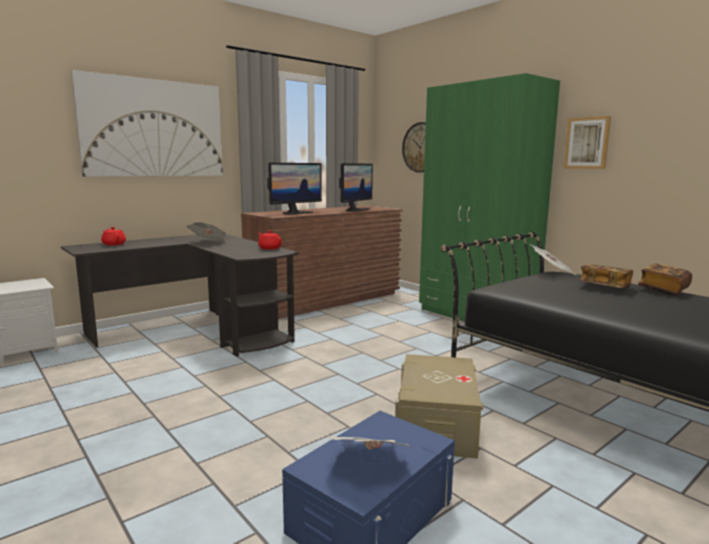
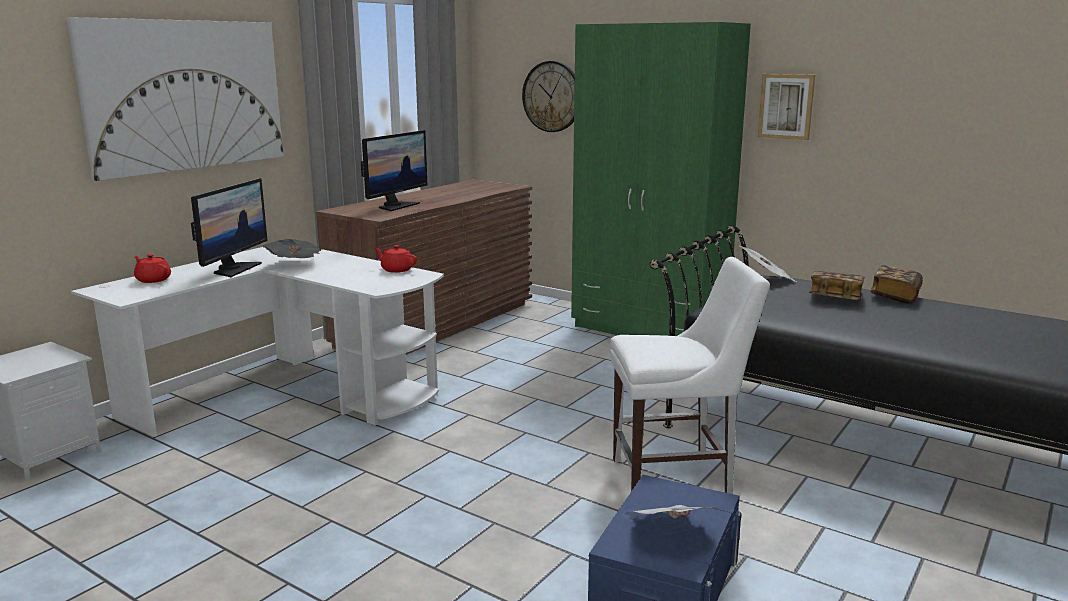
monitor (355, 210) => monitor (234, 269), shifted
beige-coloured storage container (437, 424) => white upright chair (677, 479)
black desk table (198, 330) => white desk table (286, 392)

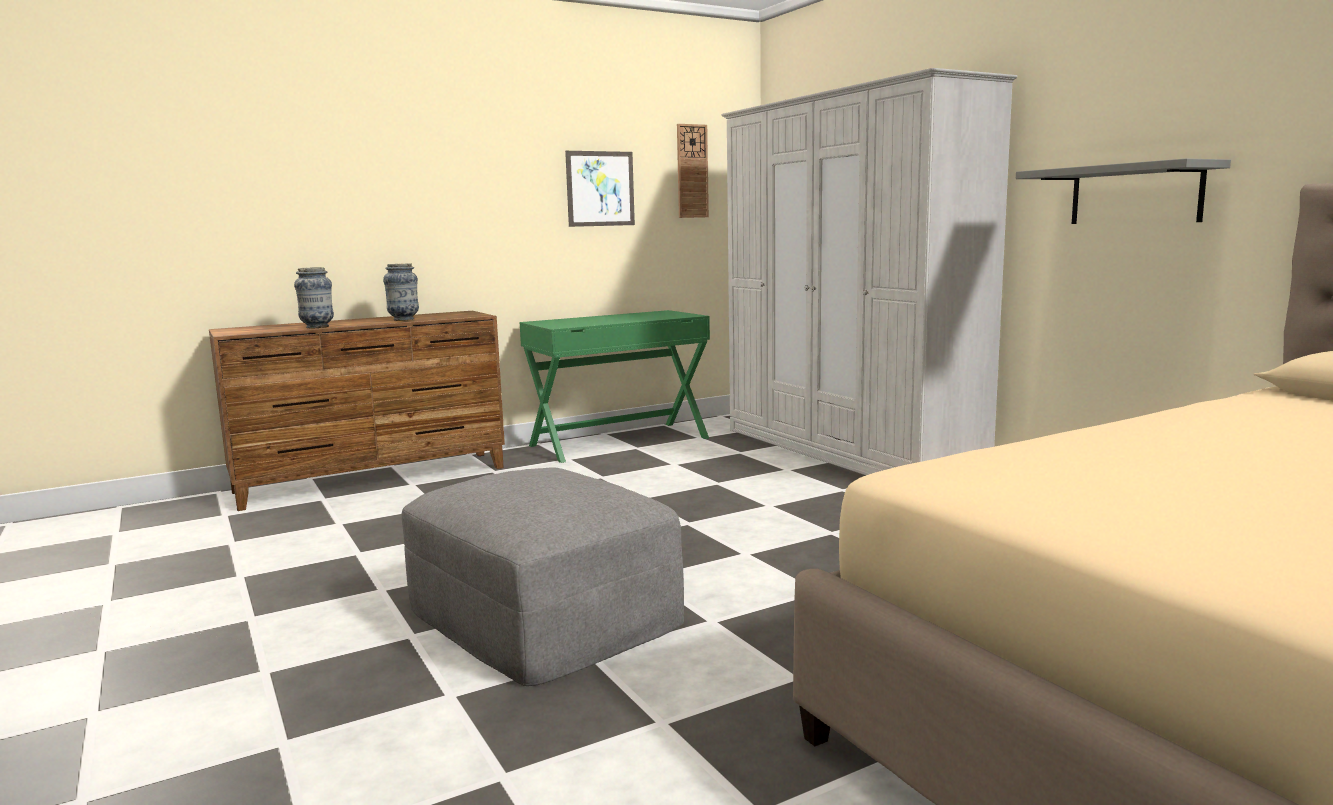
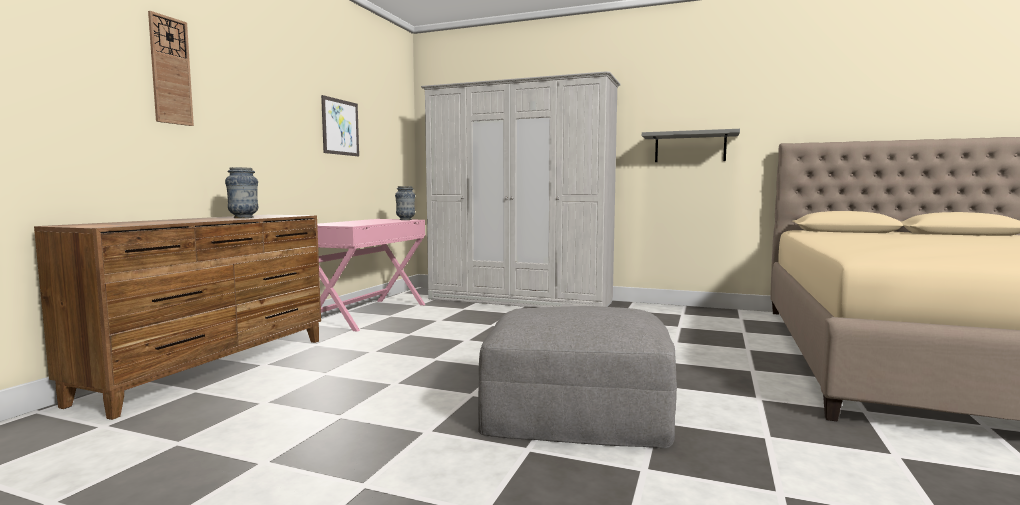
decorative vase (317, 327) => decorative vase (405, 219), shifted
clock on the wall (692, 171) => clock on the wall (170, 71), shifted
green desk table (619, 441) => pink desk table (368, 314)

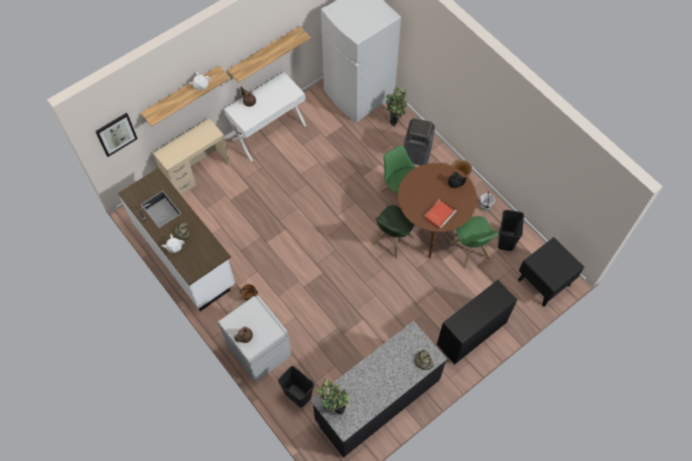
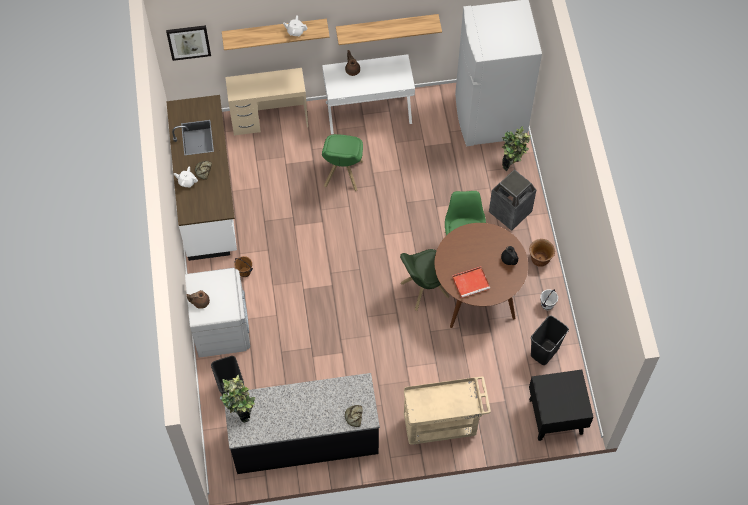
green upright chair (470, 250) => green upright chair (343, 174), shifted
black desk table (472, 333) => beige-coloured trolley (443, 426)

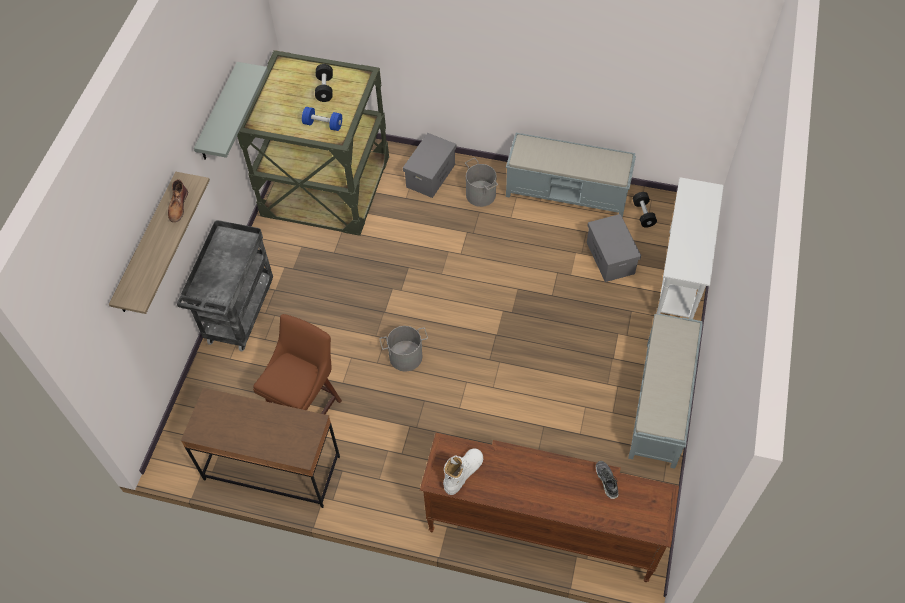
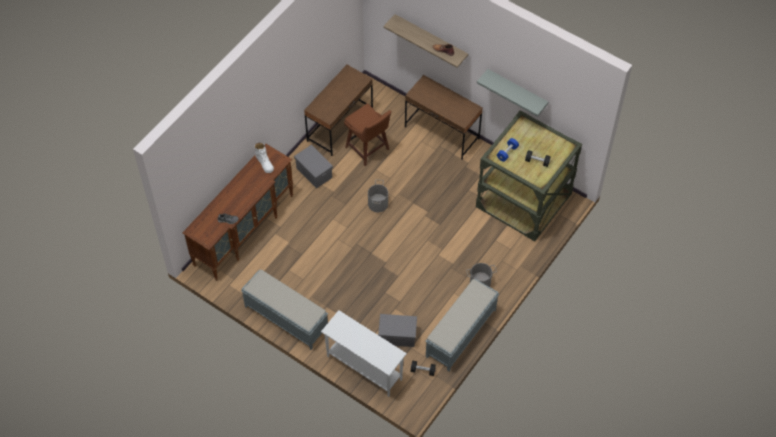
gray storage container (430, 175) => gray storage container (314, 173), shifted
black trolley (239, 317) => brown desk table (442, 133)

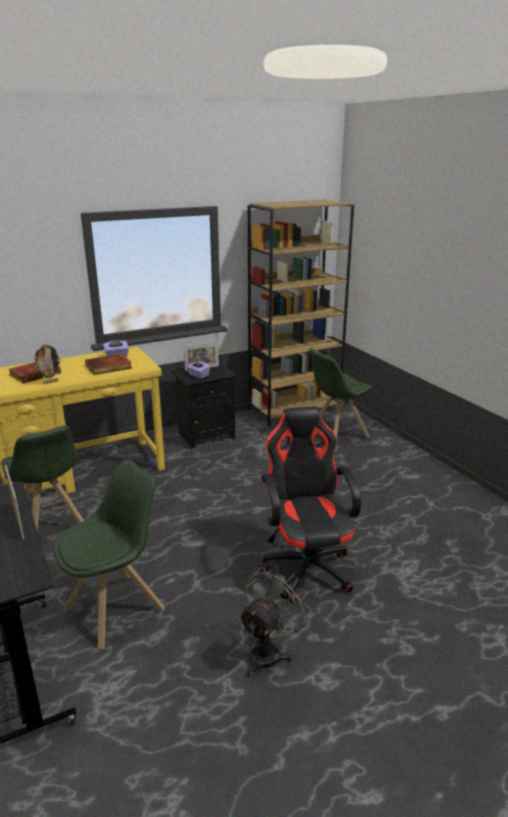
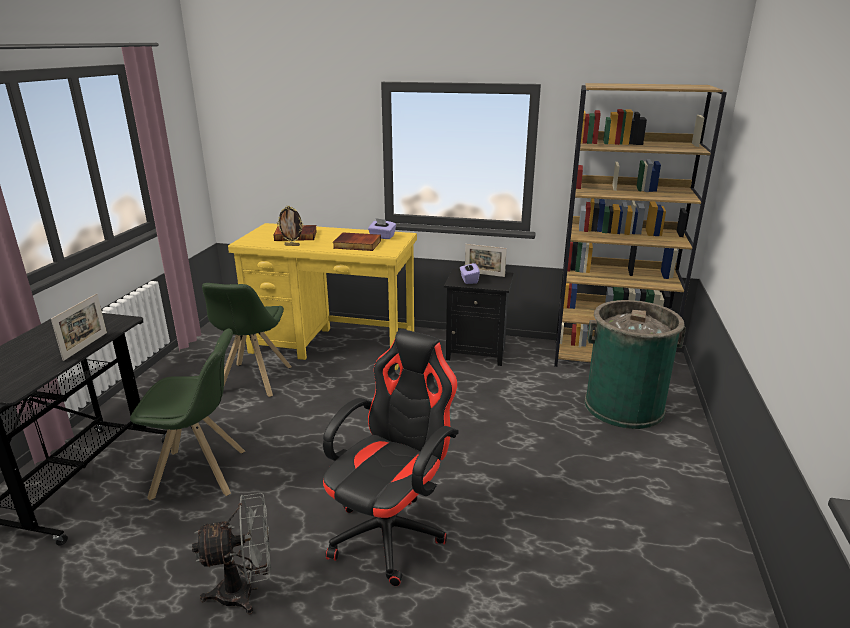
green upright chair (336, 435) => green trash can (623, 406)

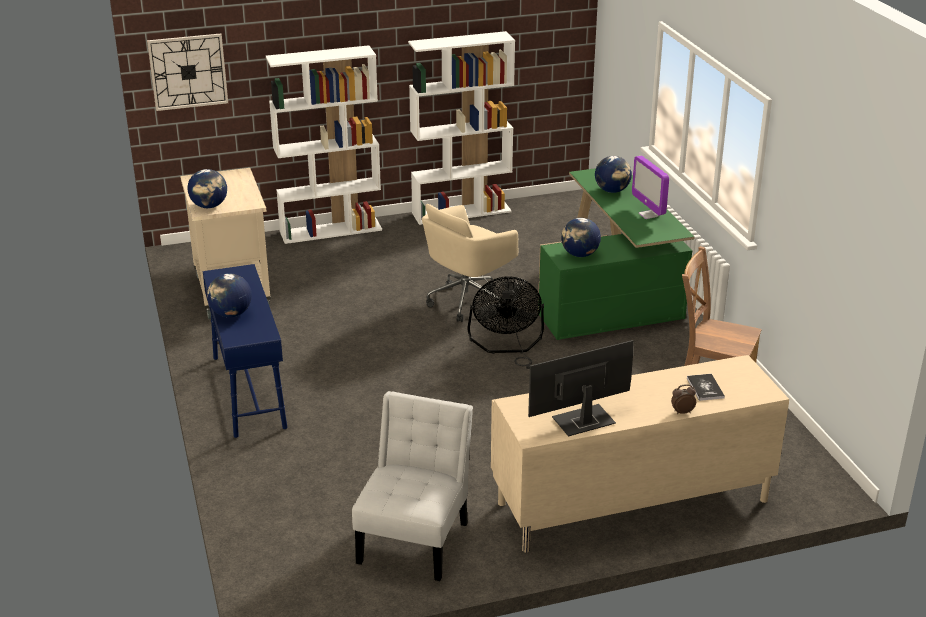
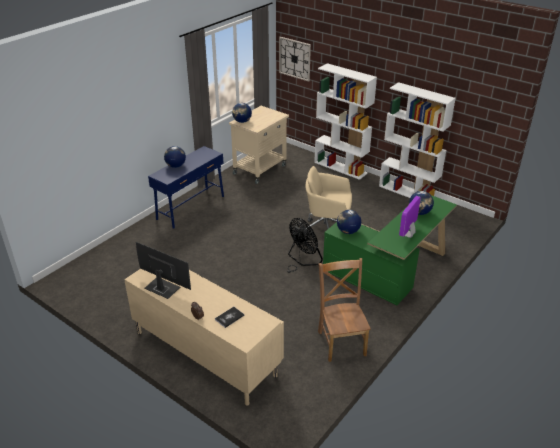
white upright chair (415, 538) => nothing

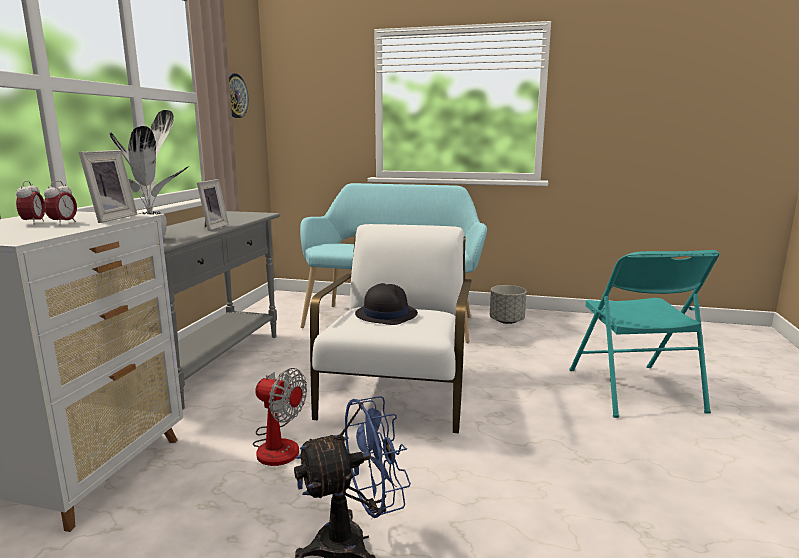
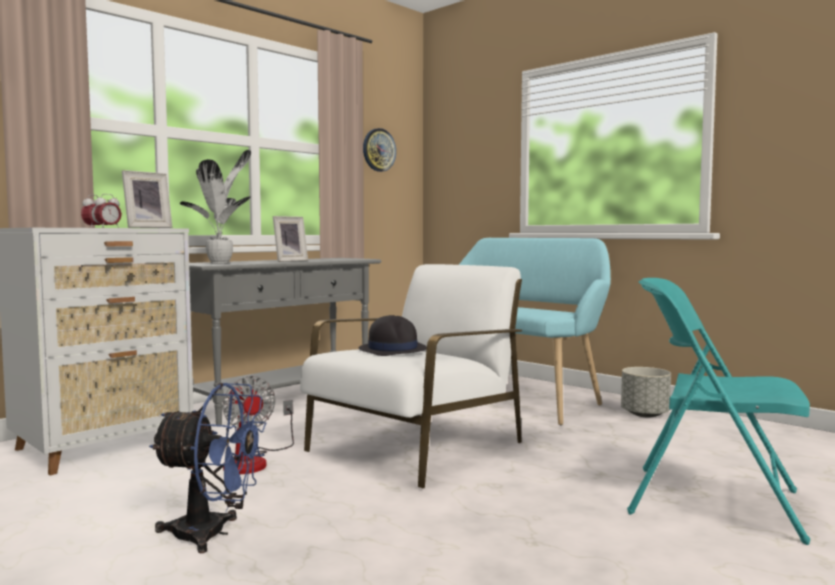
blue-green upright chair (633, 390) => blue-green upright chair (715, 502), 90 degrees clockwise

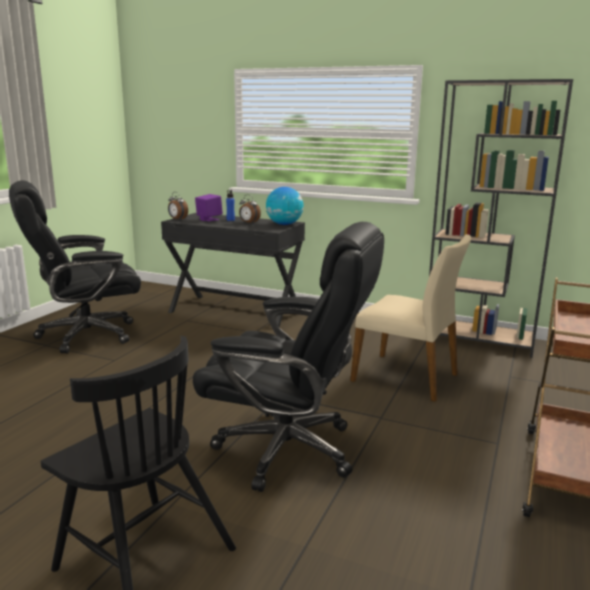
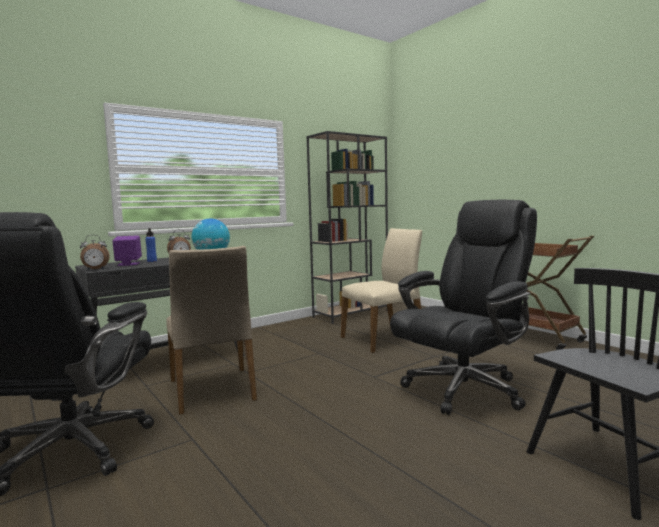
nothing => beige-coloured upright chair (213, 390)

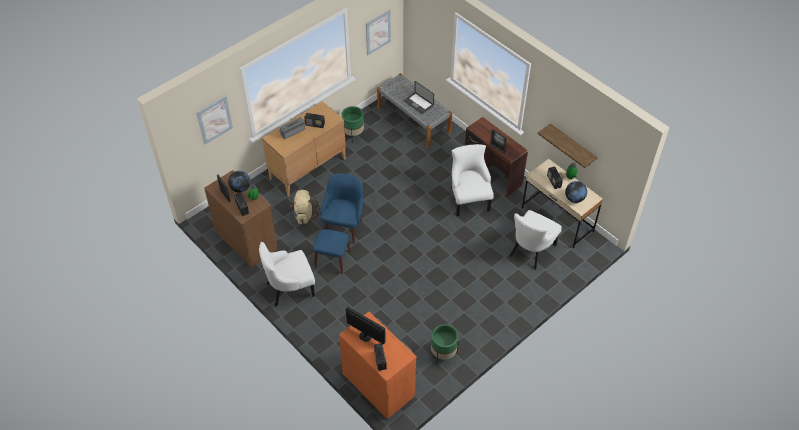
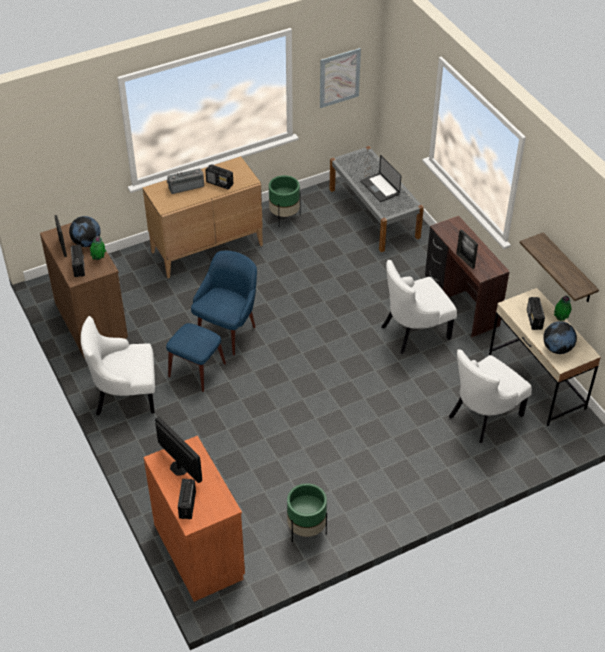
wall picture (214, 120) => nothing
beige-coloured rucksack (304, 215) => nothing
white upright chair (469, 200) => white upright chair (415, 331), 120 degrees counterclockwise

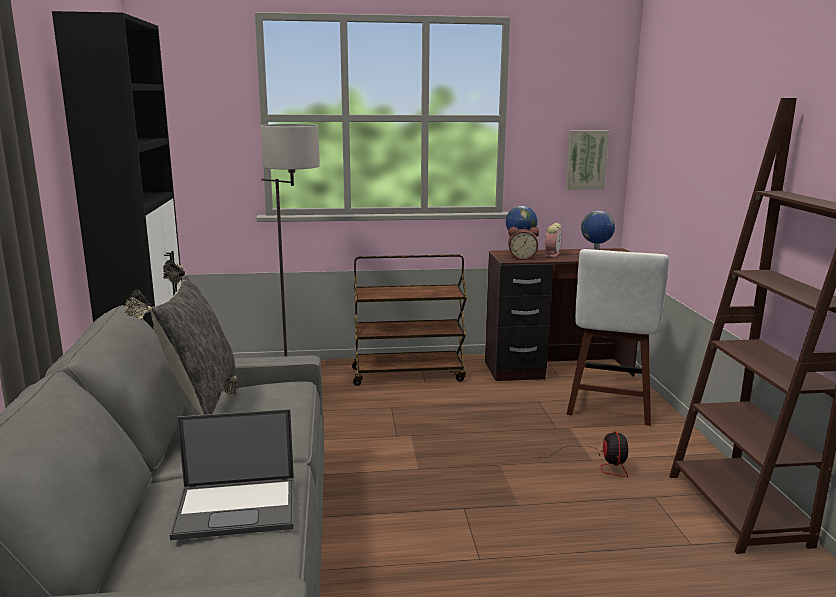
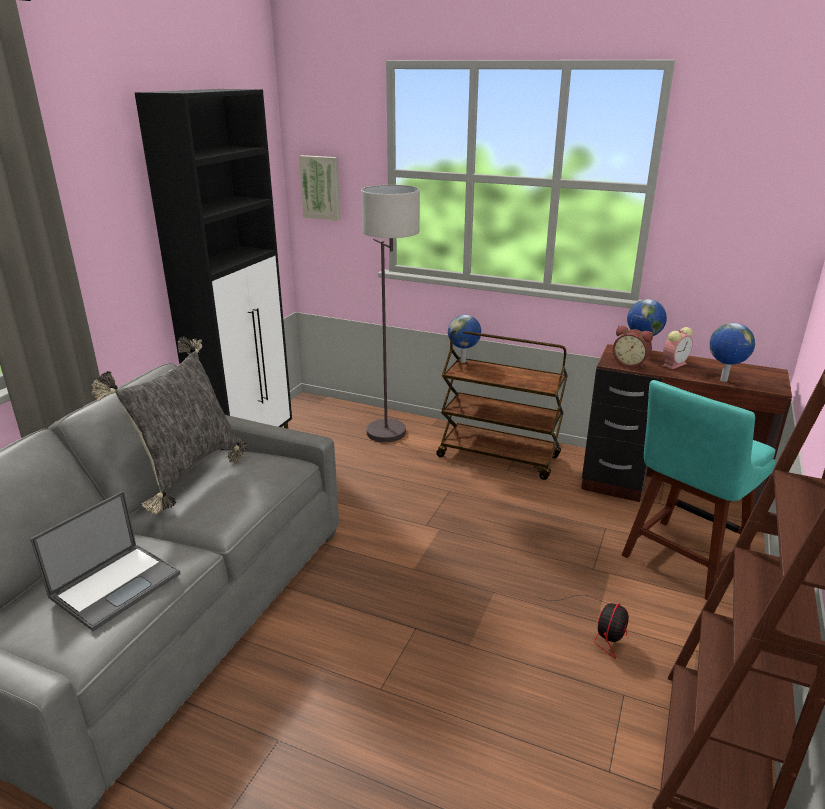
nothing => desk globe (464, 361)
wall picture (586, 159) => wall picture (321, 187), shifted
white upright chair (608, 407) => blue-green upright chair (681, 561)
notebook computer (238, 507) => notebook computer (116, 584), 75 degrees counterclockwise

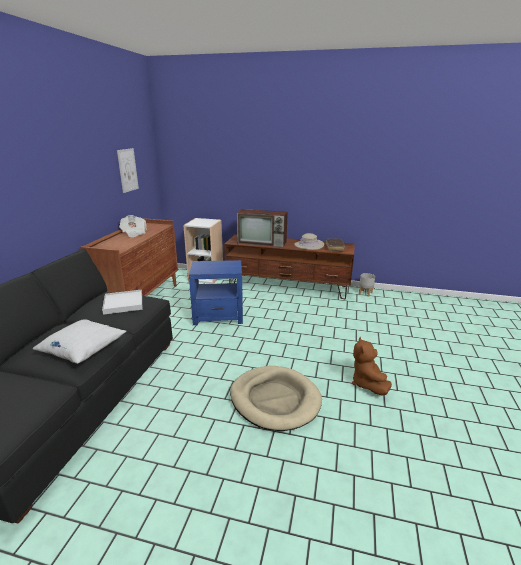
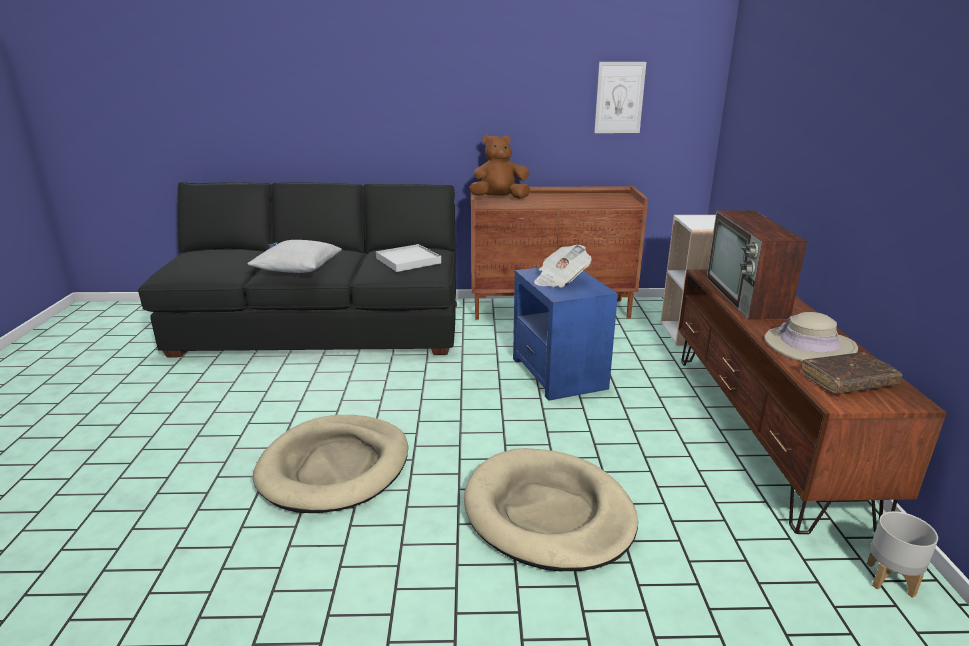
nothing => beige-coloured dog cushion (548, 513)
daily paper (134, 233) => daily paper (560, 280), shifted
brown plush toy (367, 384) => brown plush toy (499, 199), shifted

